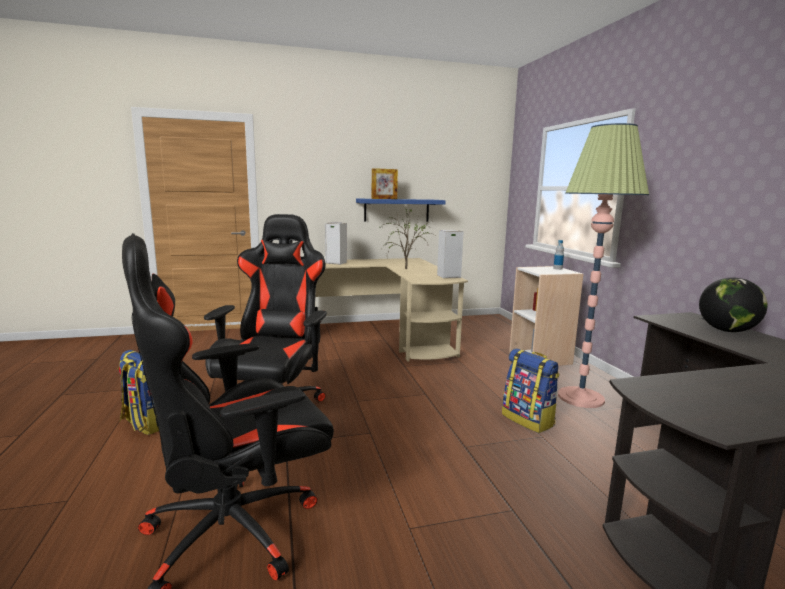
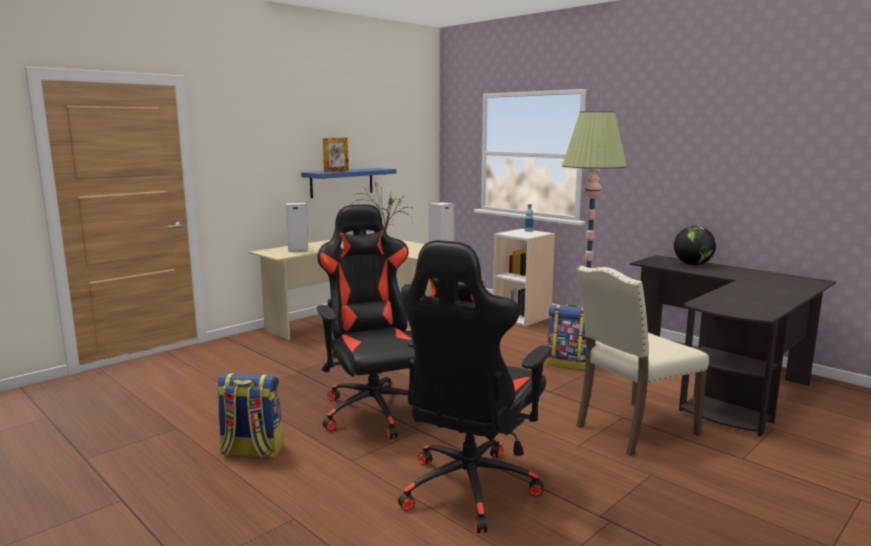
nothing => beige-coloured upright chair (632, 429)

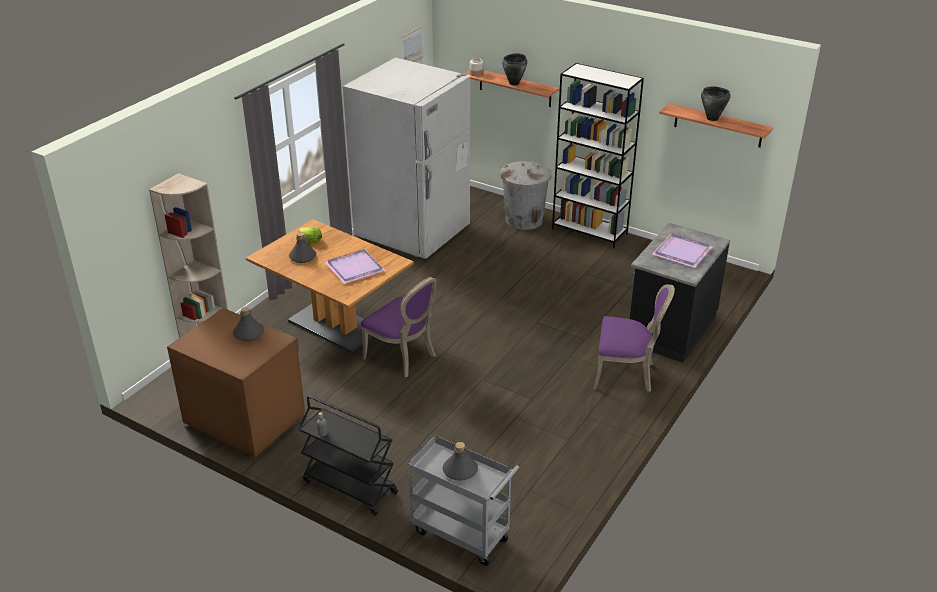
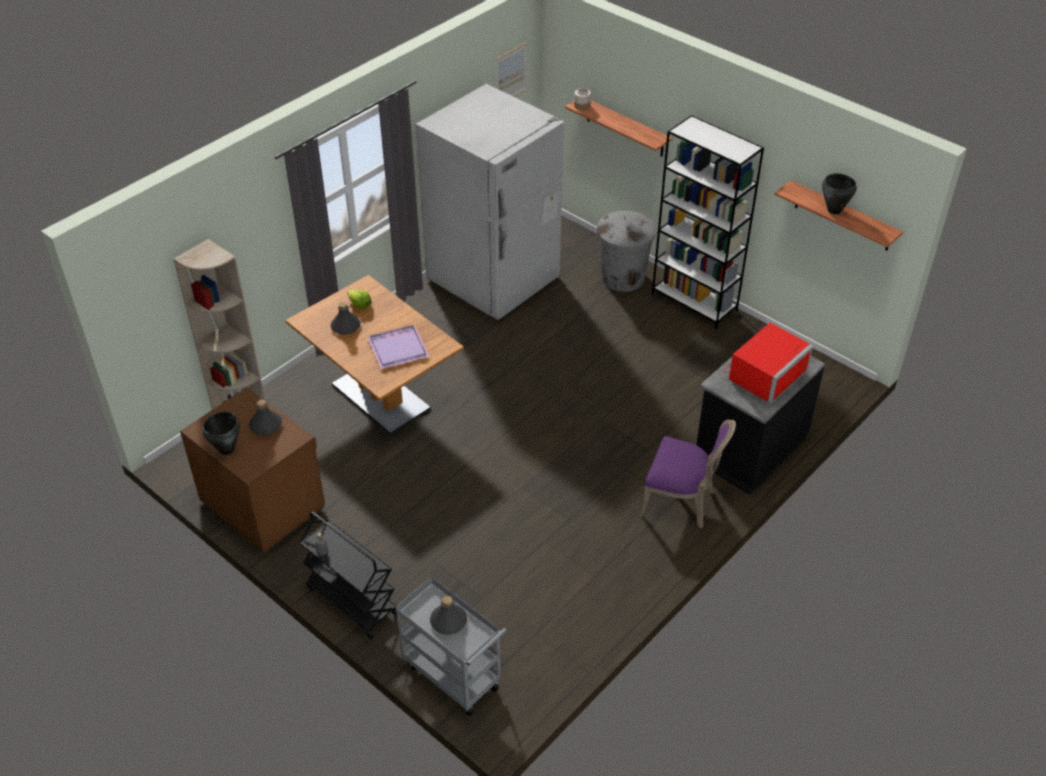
purplish upright chair (403, 357) => nothing
black saucepot (514, 83) => black saucepot (227, 449), shifted
purplish serving tray (681, 251) => red-coloured kitchen microwave (763, 374)

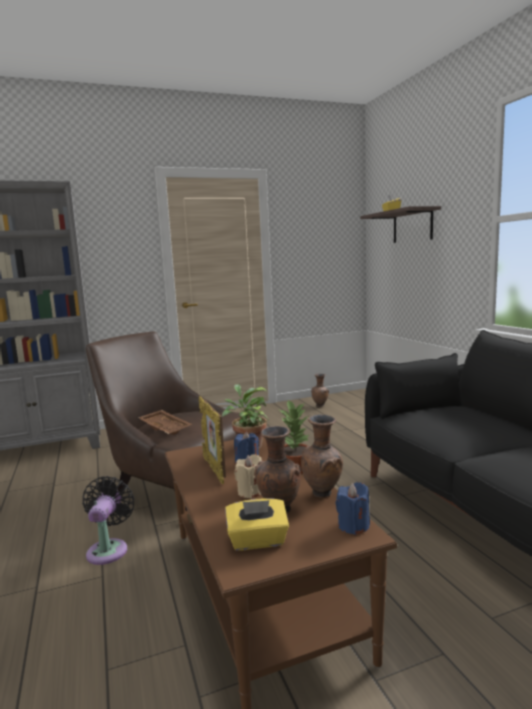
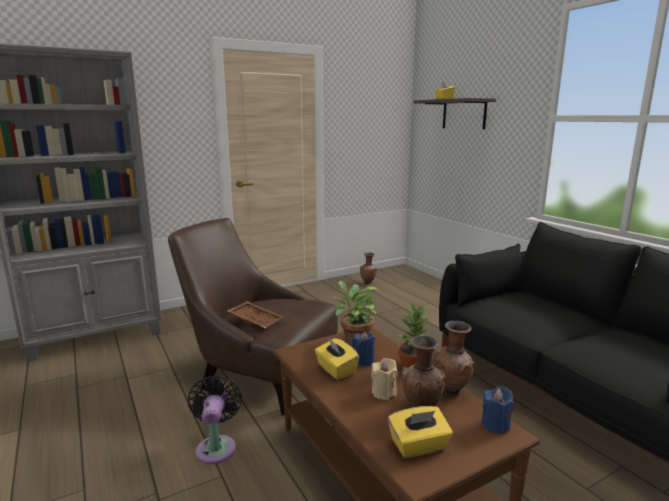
photo frame (214, 470) => yellow tissue holder (336, 370)

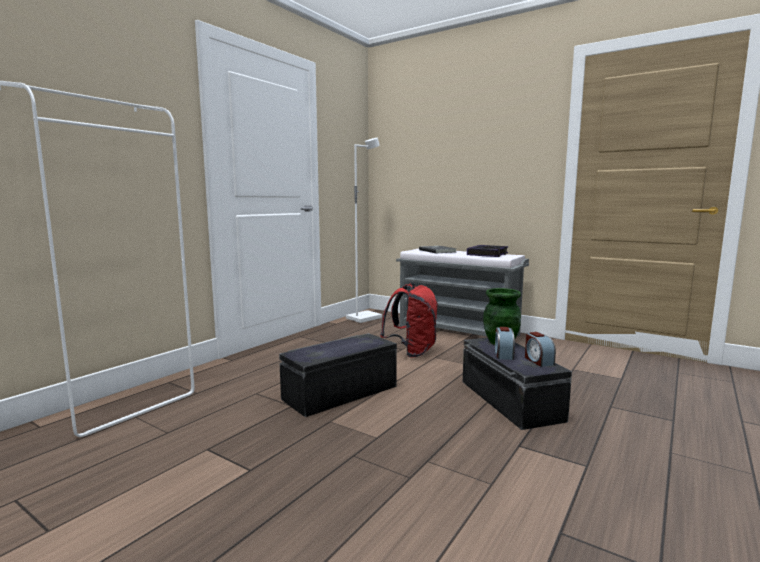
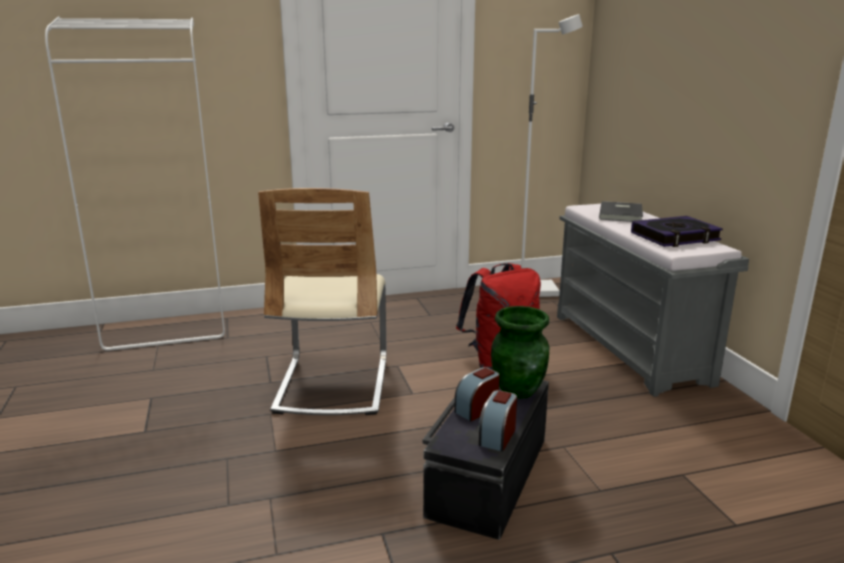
black storage container (339, 392) => beige-coloured upright chair (332, 384)

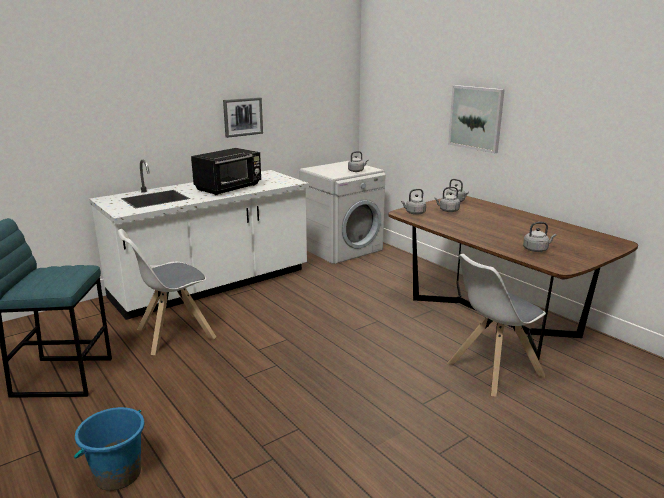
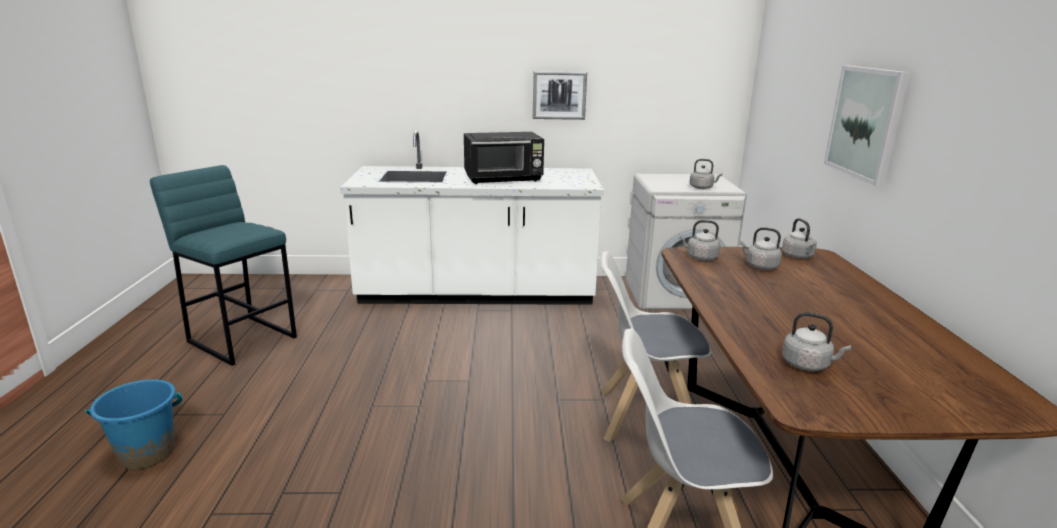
upright chair (173, 334) => upright chair (645, 417), shifted

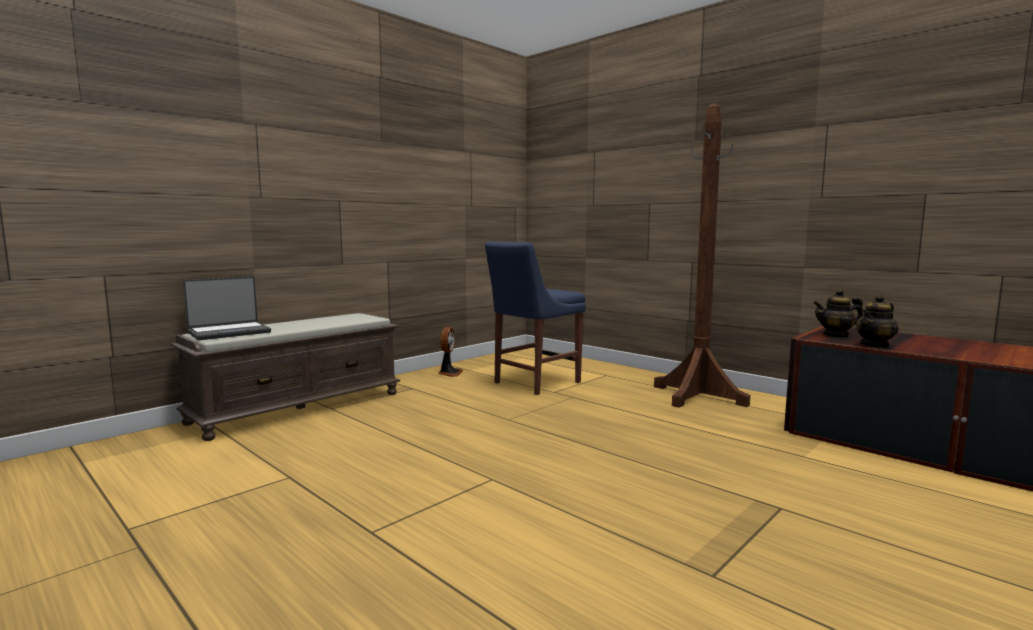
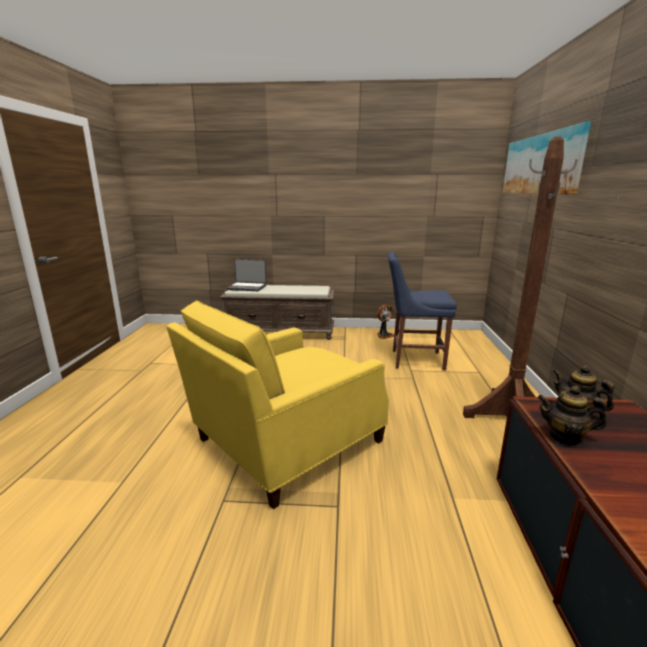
nothing => yellow armchair (285, 442)
nothing => wall picture (541, 164)

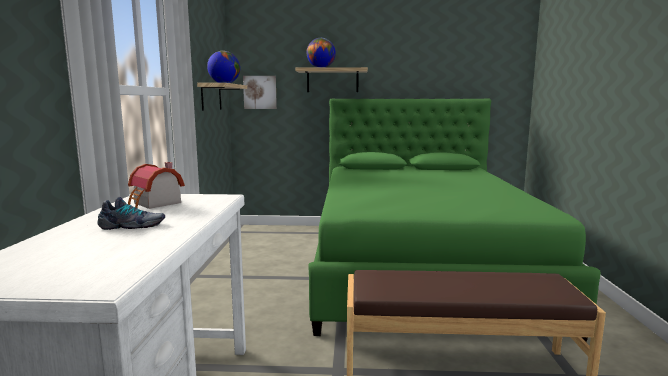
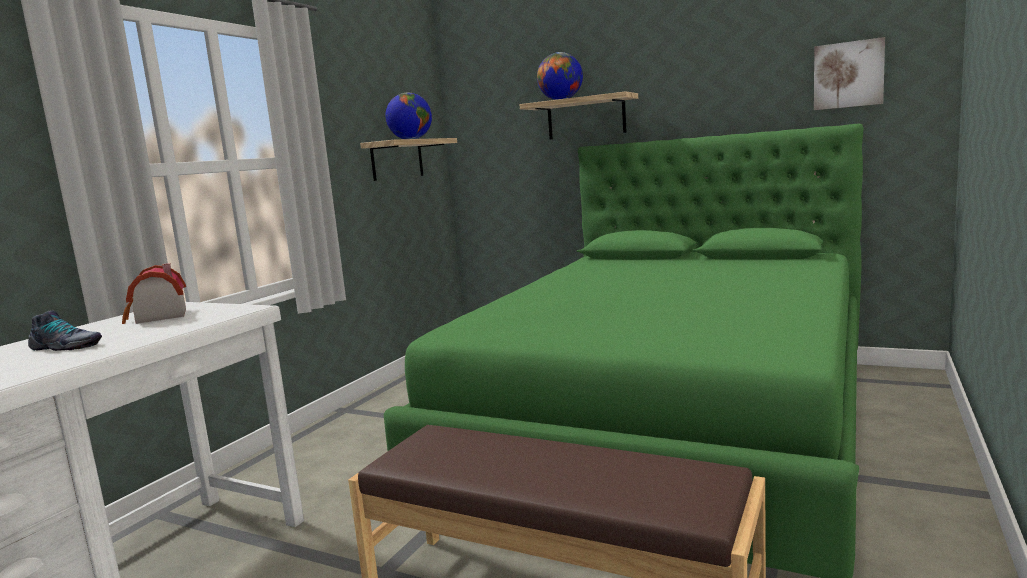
wall picture (260, 92) => wall picture (848, 75), shifted

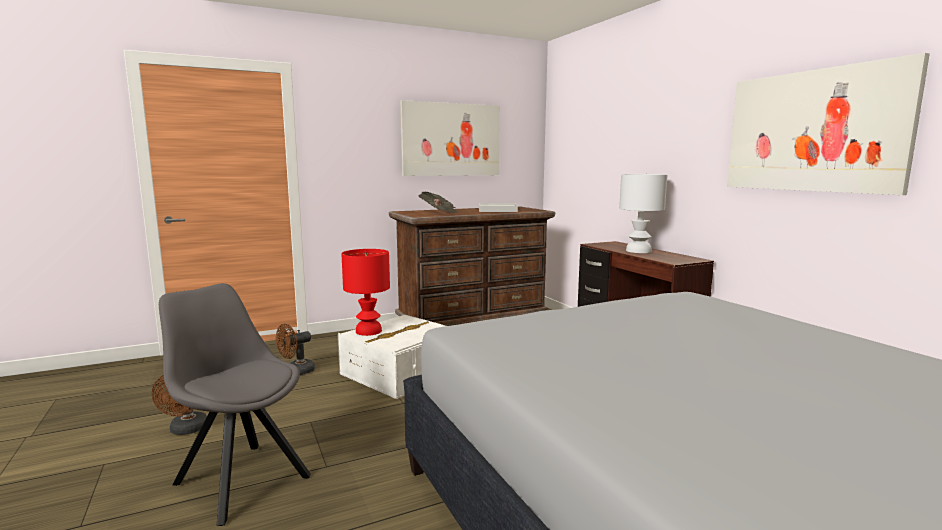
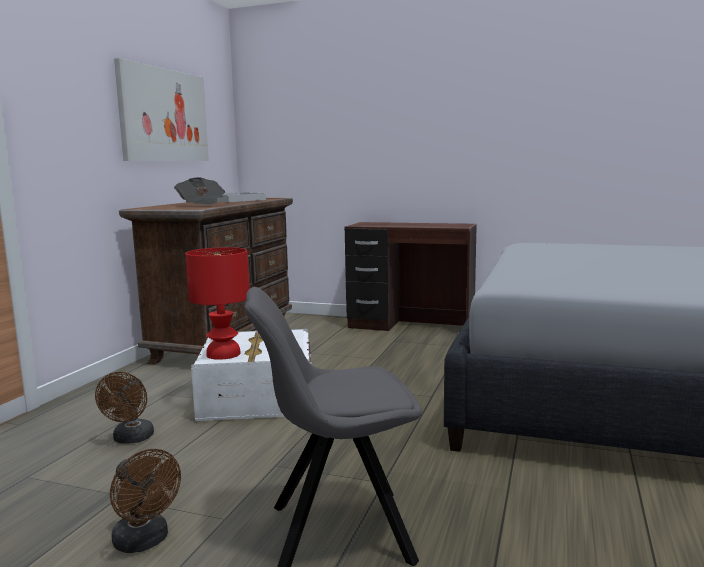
white lamp for a table (639, 251) => nothing
wall picture (813, 131) => nothing

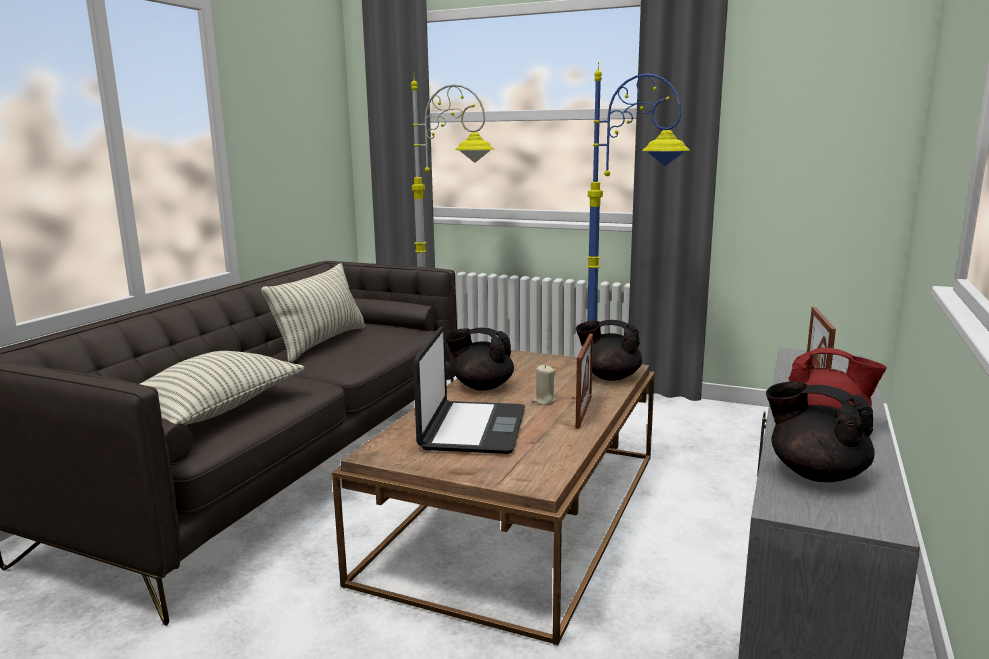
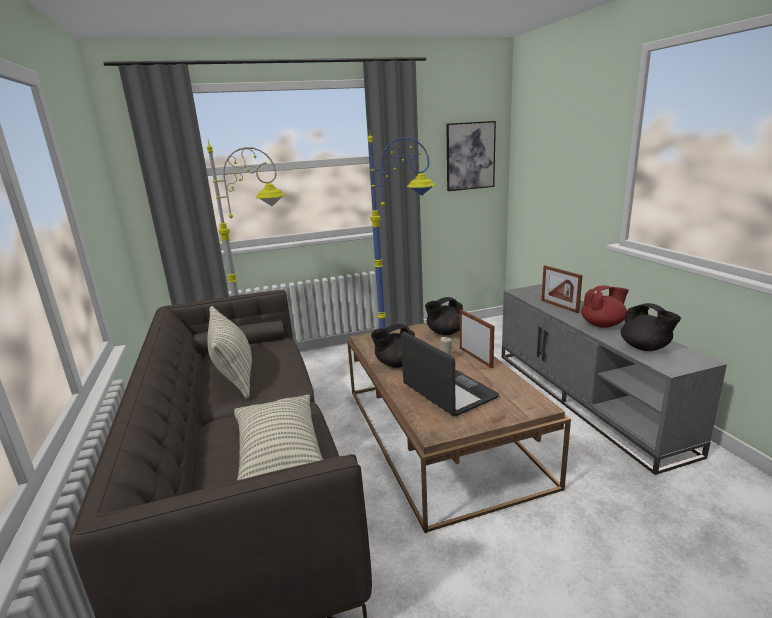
nothing => wall picture (470, 156)
black tea pot (815, 473) => black tea pot (645, 348), 120 degrees counterclockwise

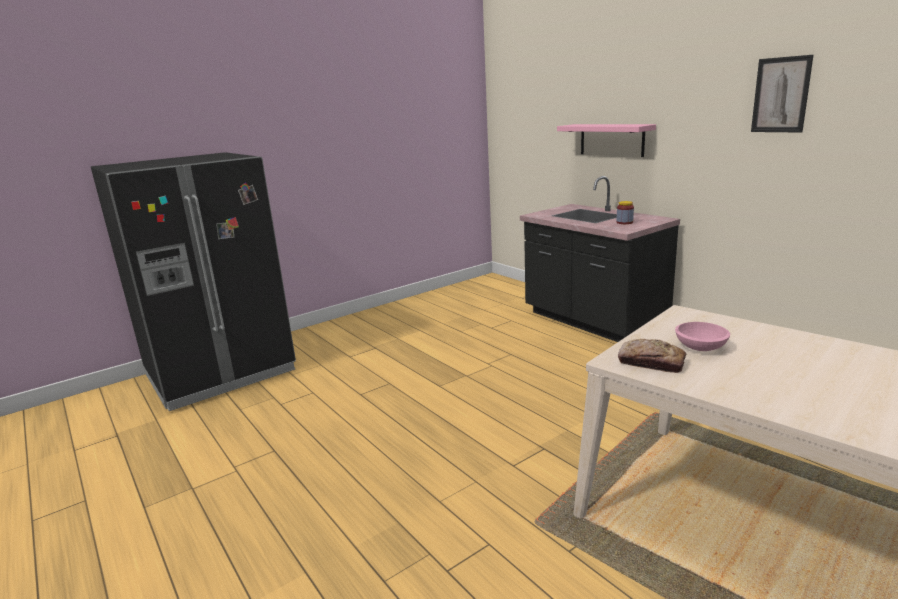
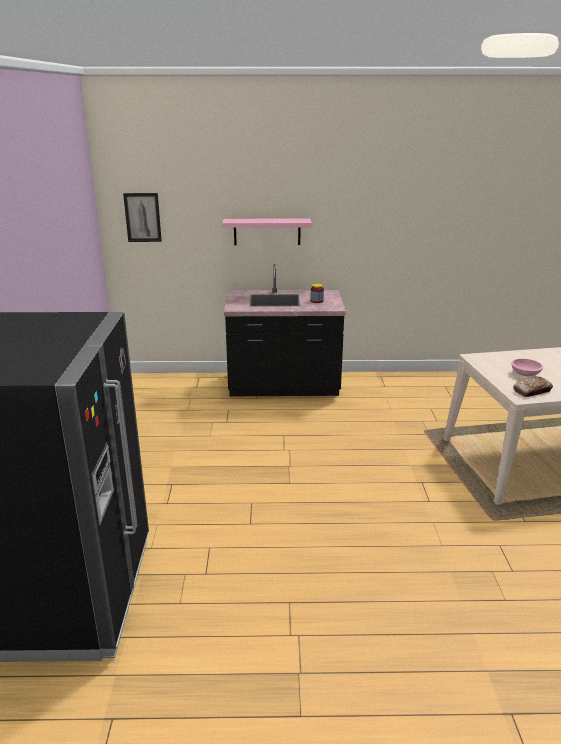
wall picture (781, 95) => wall picture (142, 217), shifted

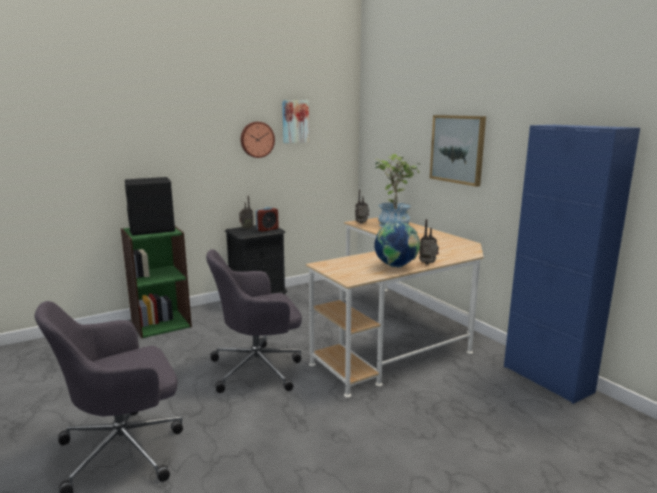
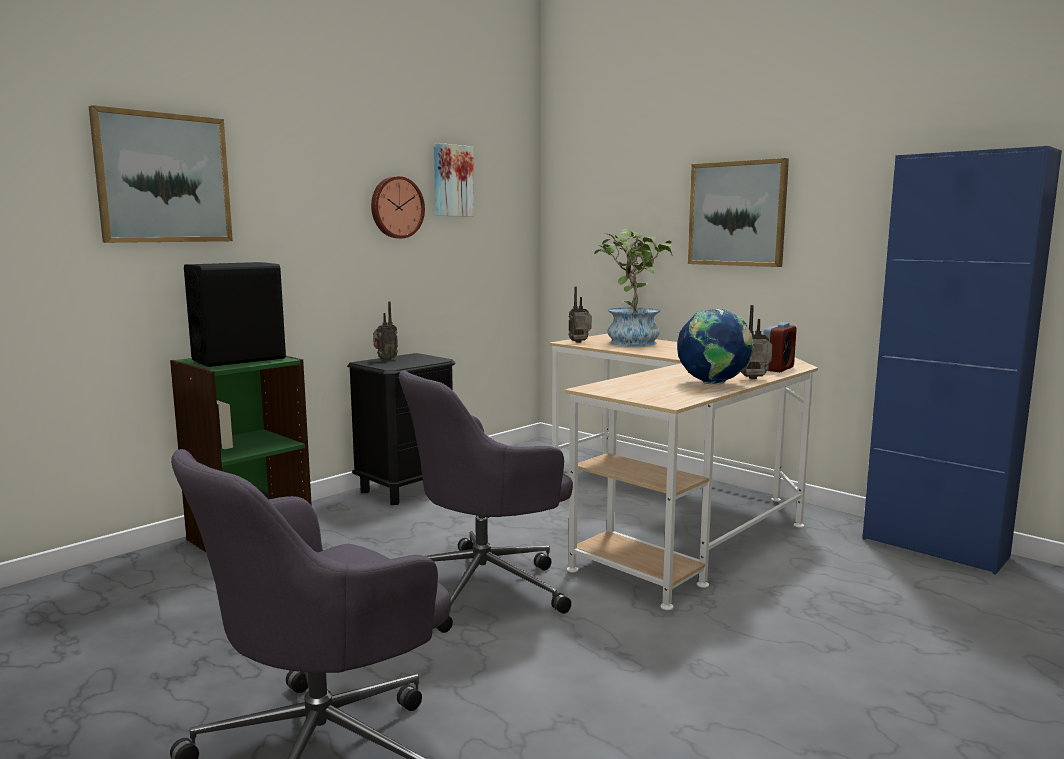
nothing => wall picture (163, 178)
table clock (267, 229) => table clock (777, 368), shifted

